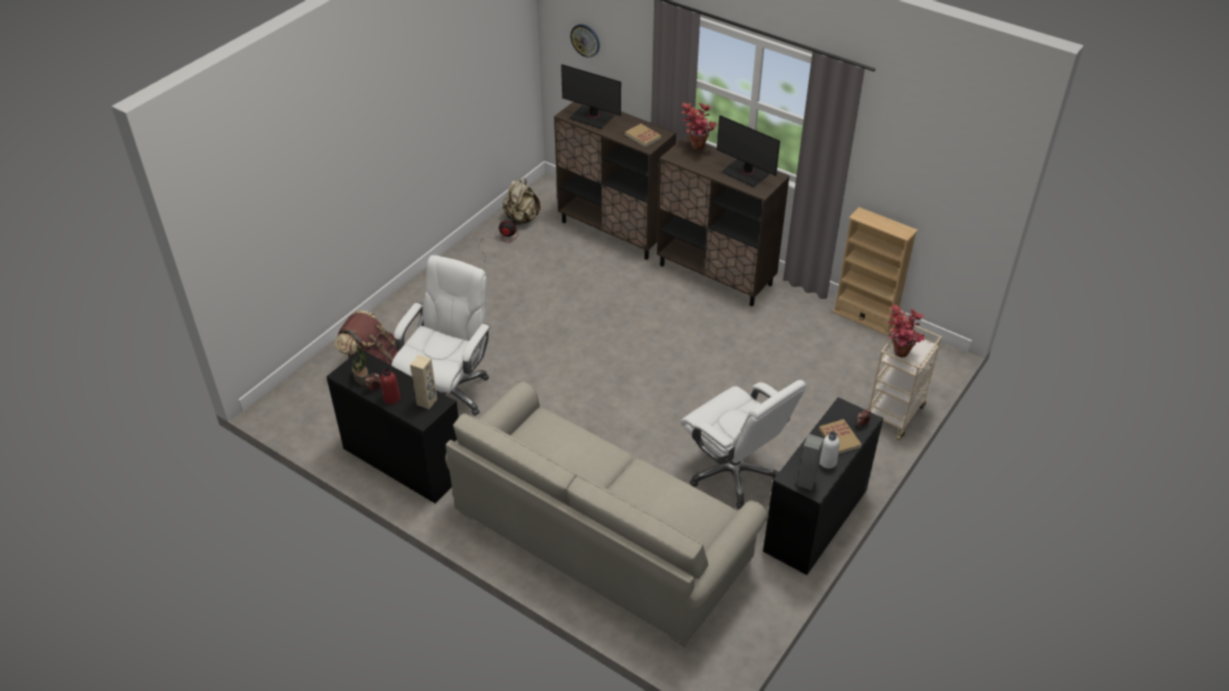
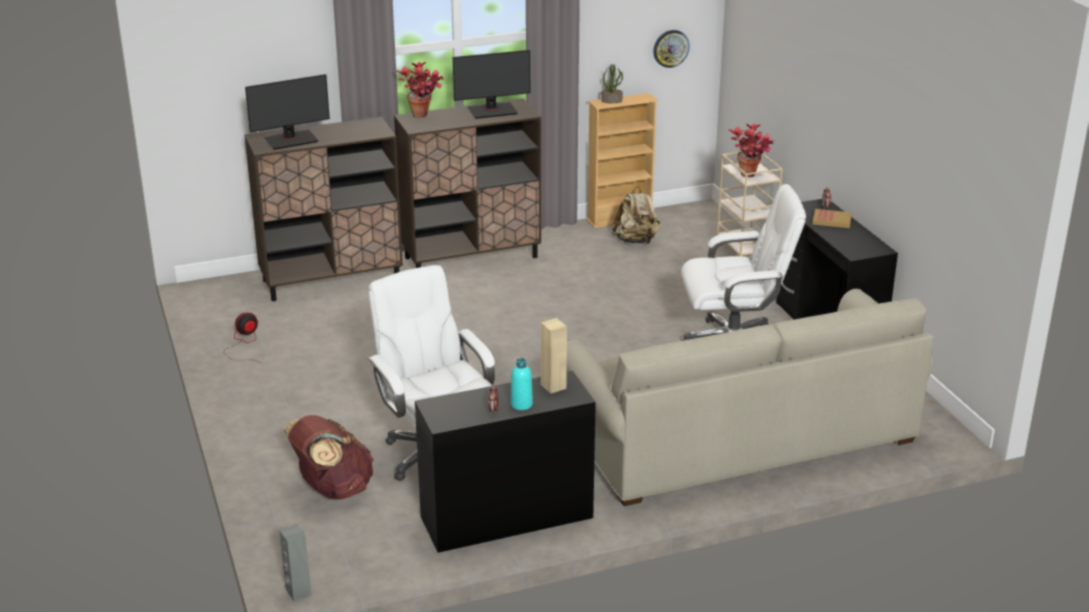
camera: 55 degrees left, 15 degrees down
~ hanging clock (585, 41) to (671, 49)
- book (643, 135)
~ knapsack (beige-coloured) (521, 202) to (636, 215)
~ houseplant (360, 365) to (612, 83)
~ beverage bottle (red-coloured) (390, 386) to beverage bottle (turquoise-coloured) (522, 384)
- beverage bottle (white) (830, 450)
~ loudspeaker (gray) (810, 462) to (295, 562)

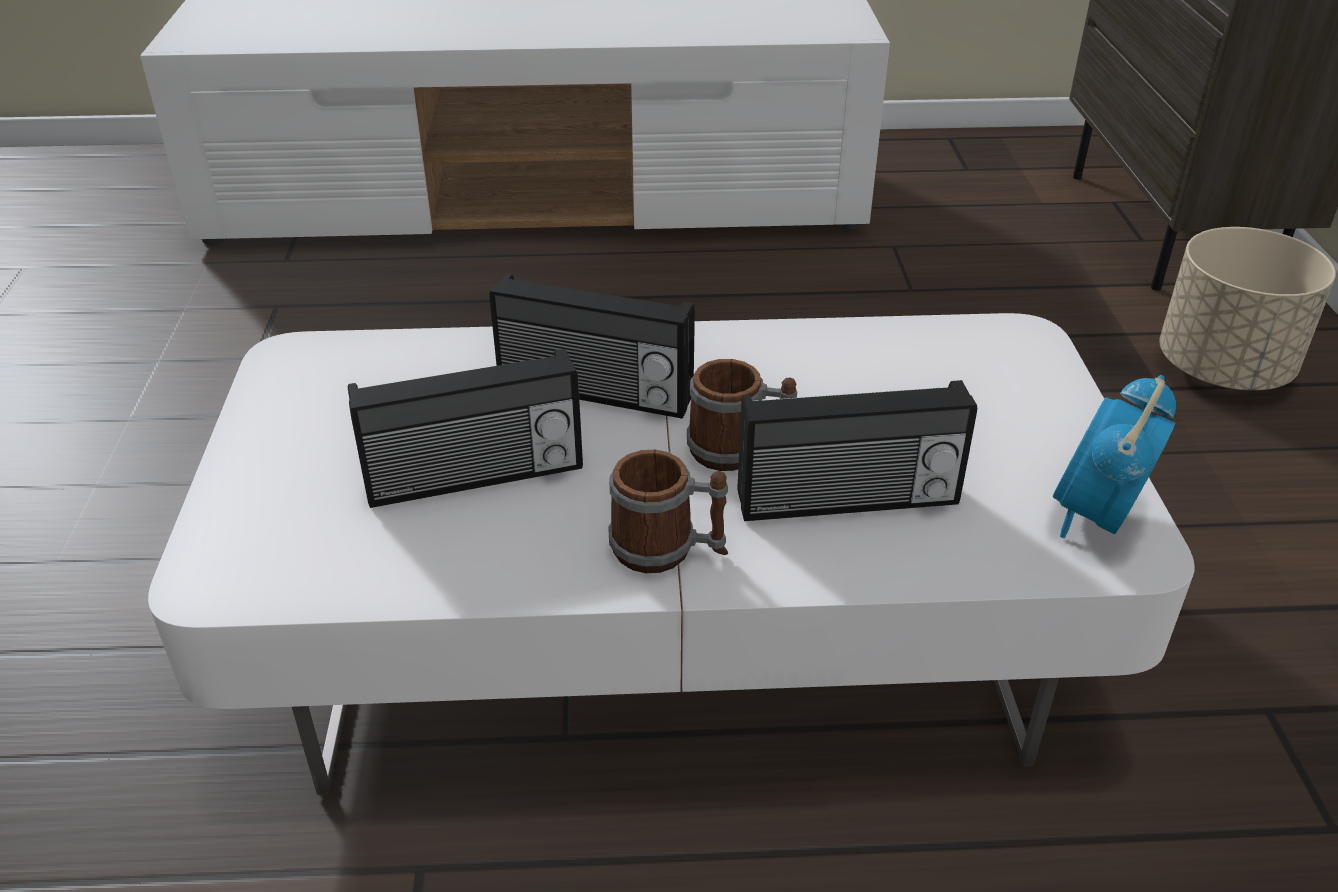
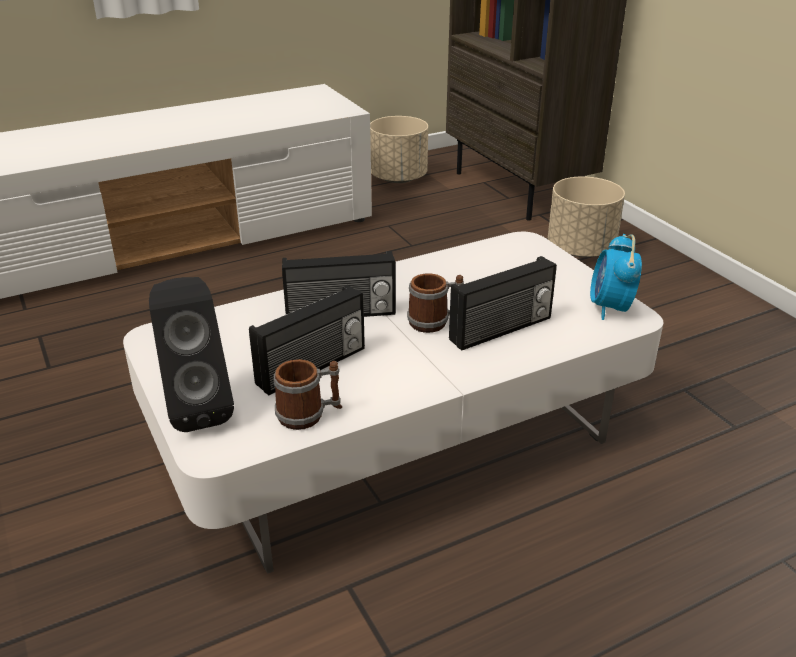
camera: 25 degrees left, 5 degrees down
~ coffee mug (668, 511) to (308, 394)
+ plant pot (beige-coloured) (399, 149)
+ loudspeaker (black) (191, 354)

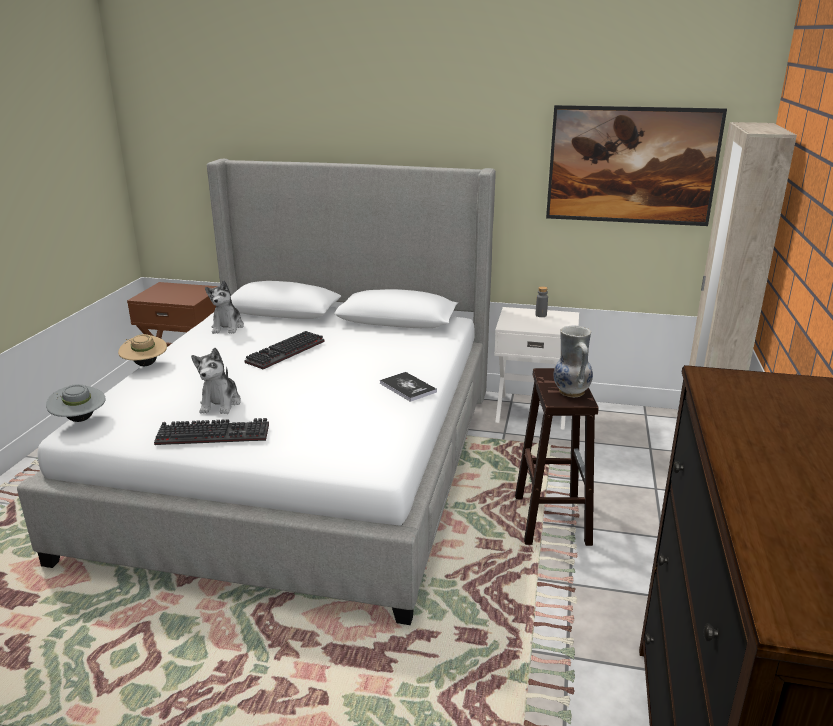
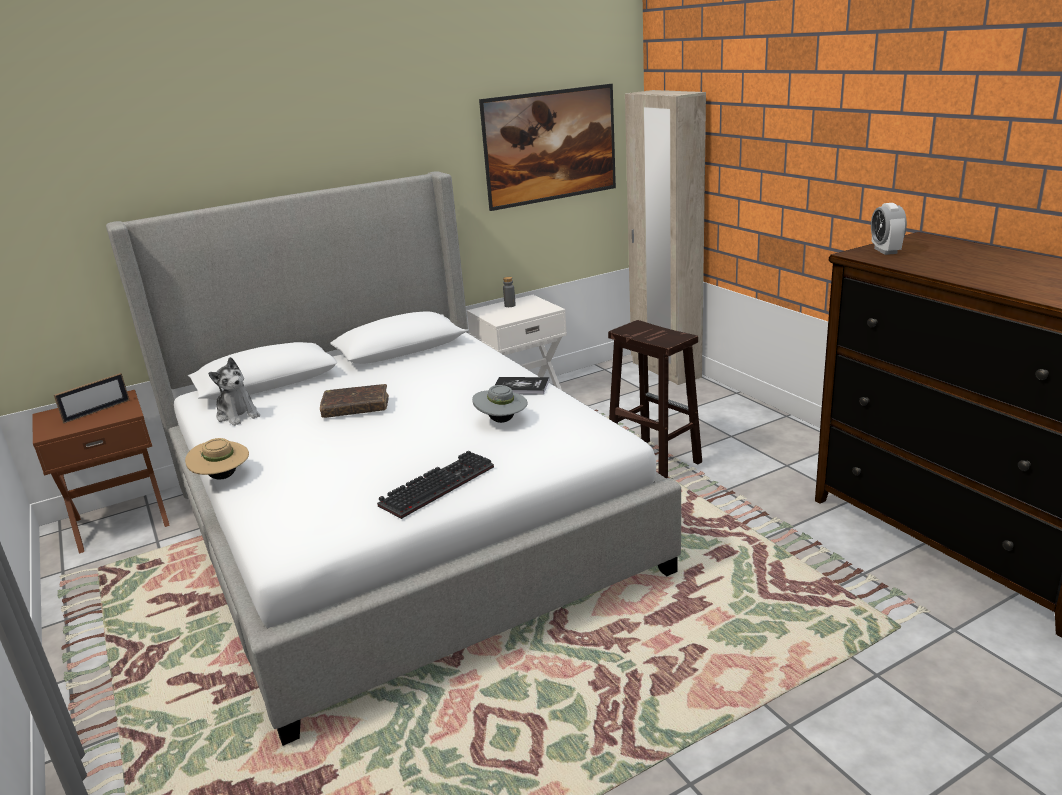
camera: 40 degrees left, 0 degrees up
- vase (573, 361)
~ keyboard (284, 350) to book (brownish) (354, 401)
- plush toy (216, 381)
~ hat (gray) (76, 403) to (500, 404)
+ bedside clock (889, 229)
+ picture frame (92, 398)

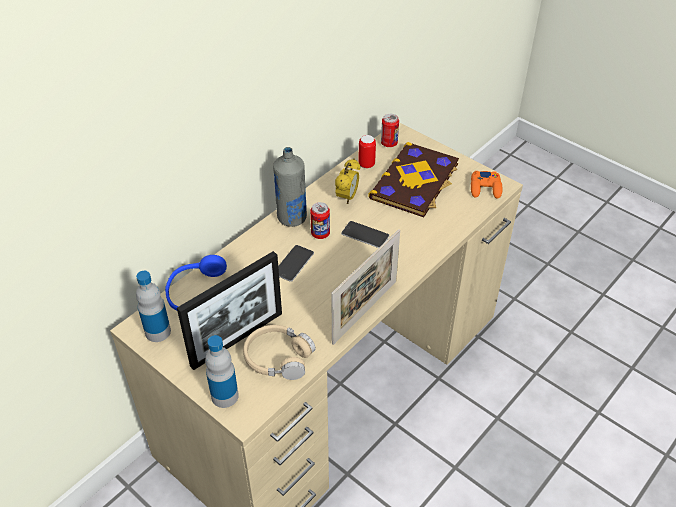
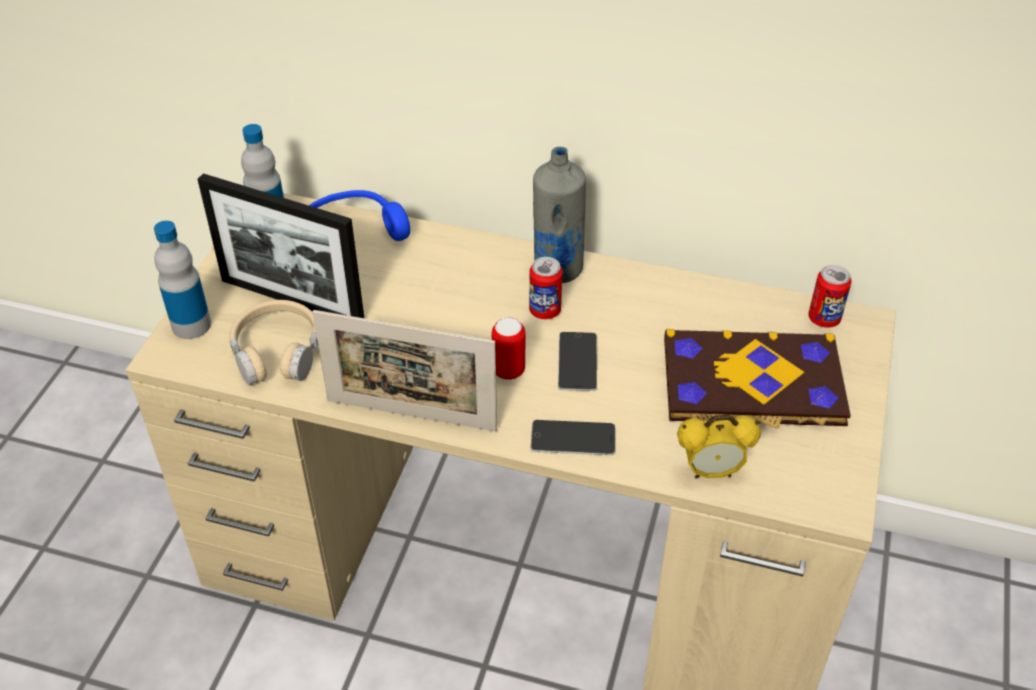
camera: 65 degrees right, 0 degrees up
~ can (367, 151) to (508, 348)
~ bedside clock (347, 181) to (719, 446)
- gamepad (orange) (486, 185)
~ phone (296, 263) to (573, 437)

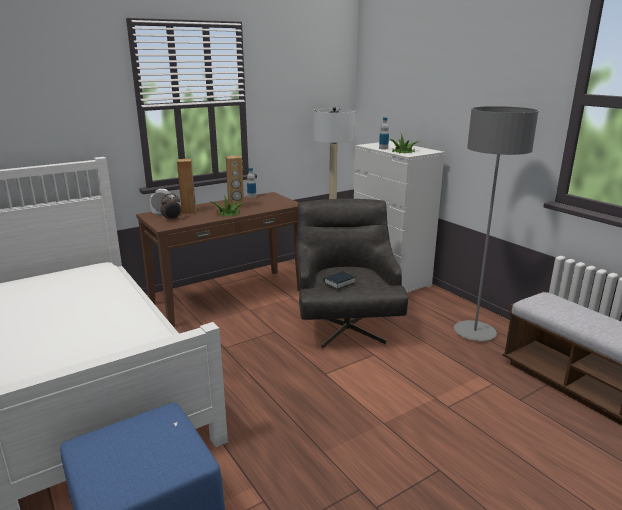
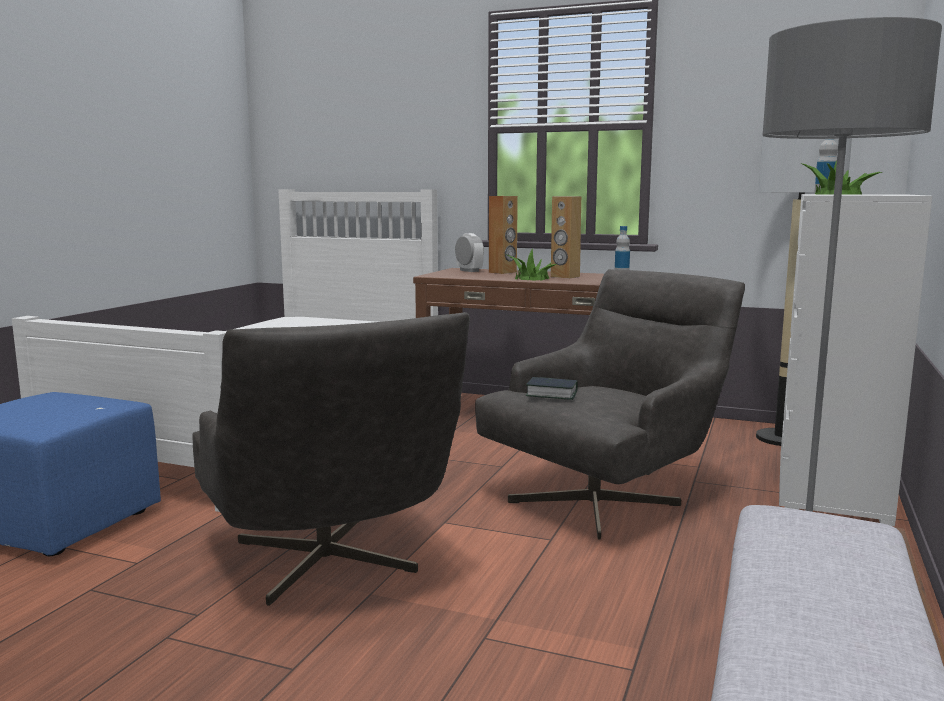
camera: 55 degrees right, 10 degrees down
- bedside clock (170, 207)
+ easy chair (gray) (331, 459)

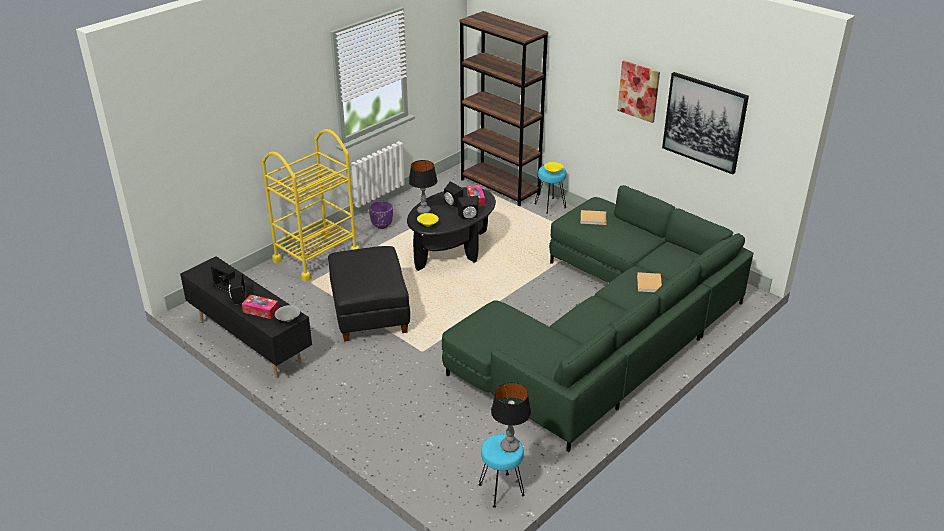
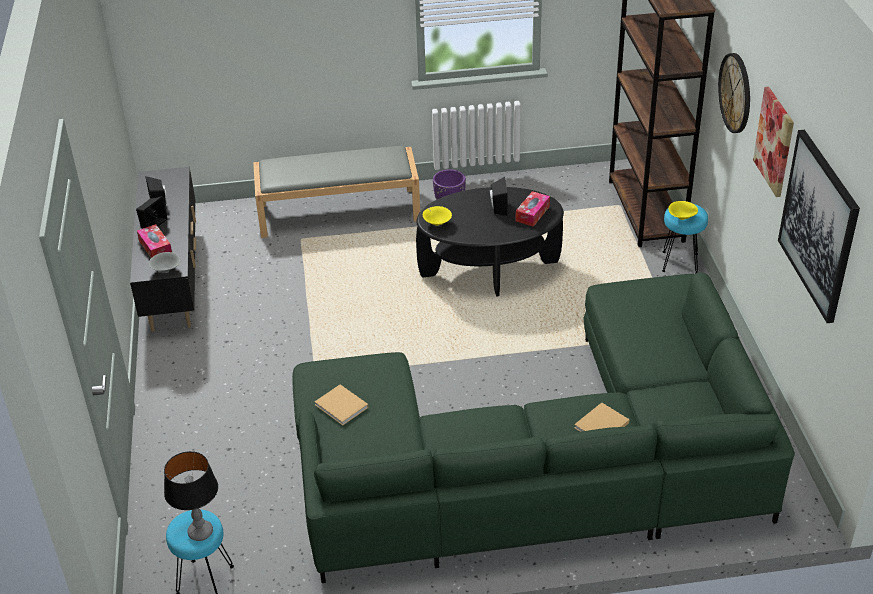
camera: 40 degrees right, 5 degrees up
~ cart (yellow) (310, 205) to indoor bench (gray) (336, 192)
- tabletop lamp (423, 187)
- loudspeaker (black) (468, 208)
~ book (beige-coloured) (593, 217) to (341, 405)
- footrest (black) (369, 294)
+ hanging clock (734, 93)

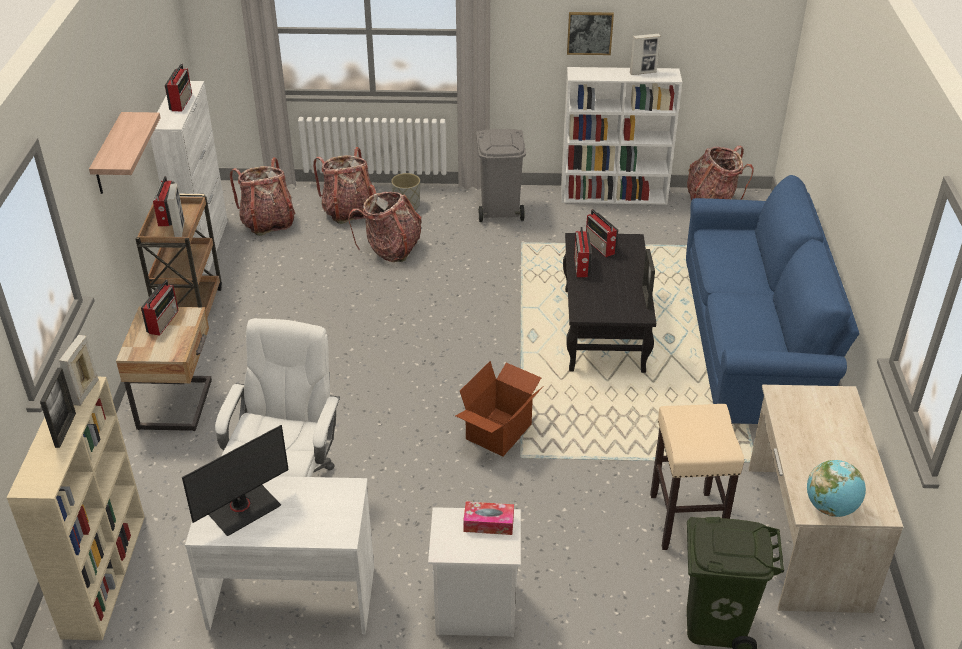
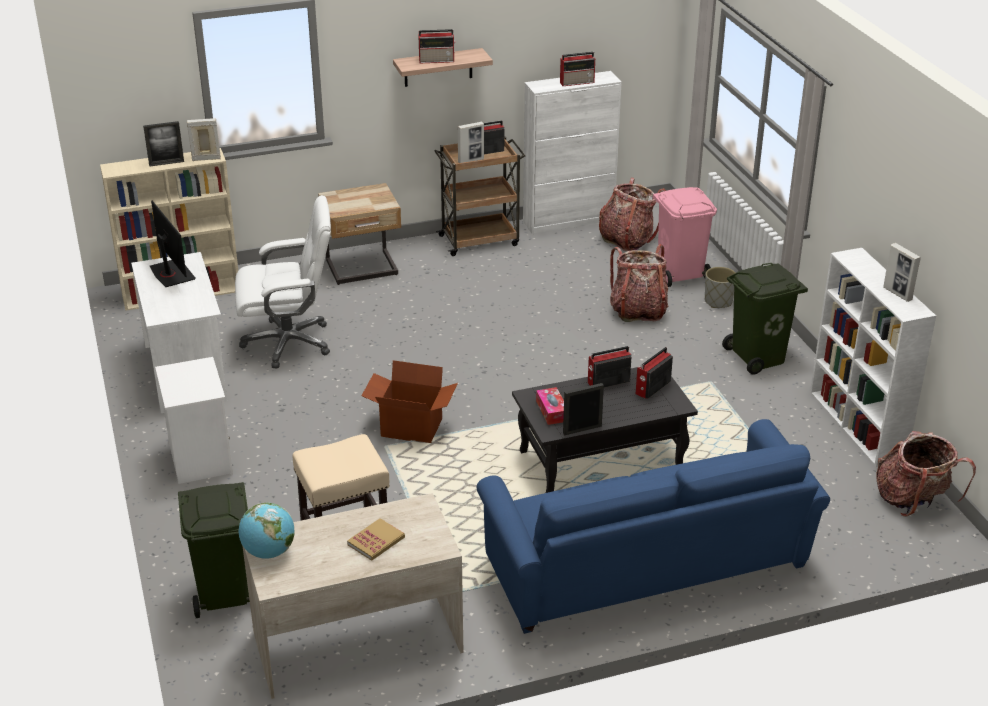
camera: 70 degrees right, 5 degrees down
- wall art (590, 33)
~ trash can (gray) (501, 175) to trash can (green-coloured) (765, 319)
~ knapsack (343, 185) to trash can (pink-coloured) (685, 237)
~ radio receiver (160, 308) to (437, 46)
~ computer screen (235, 480) = (173, 244) 150 degrees counterclockwise
~ tissue holder (488, 518) to (550, 406)
+ book (376, 539)

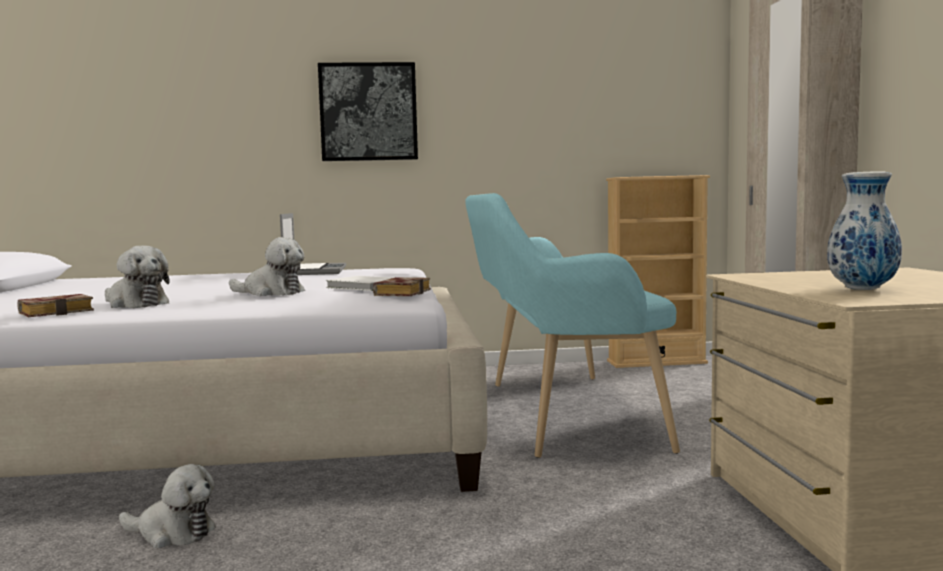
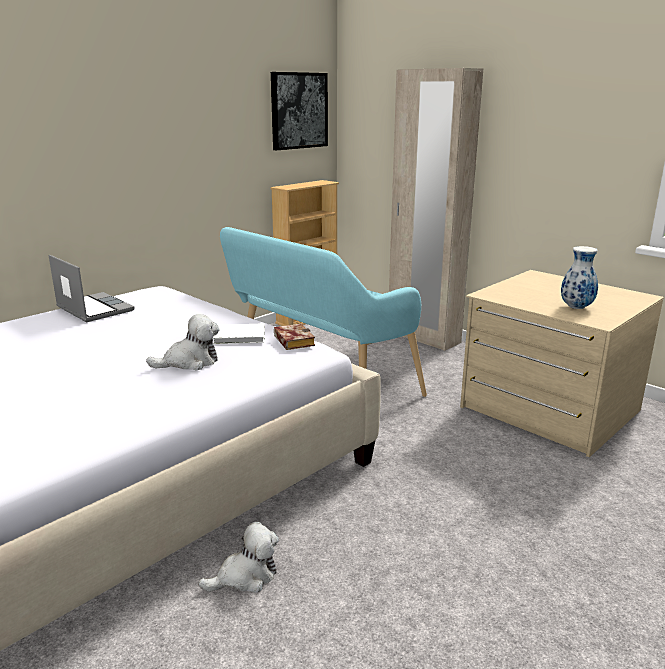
camera: 40 degrees left, 15 degrees up
~ wall art (368, 111) to (299, 111)
- plush toy (137, 277)
- book (55, 305)

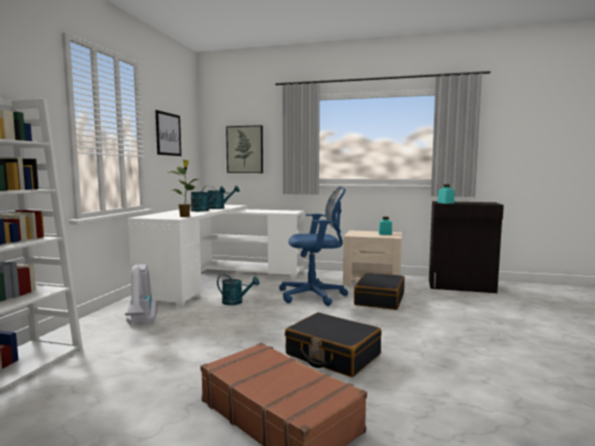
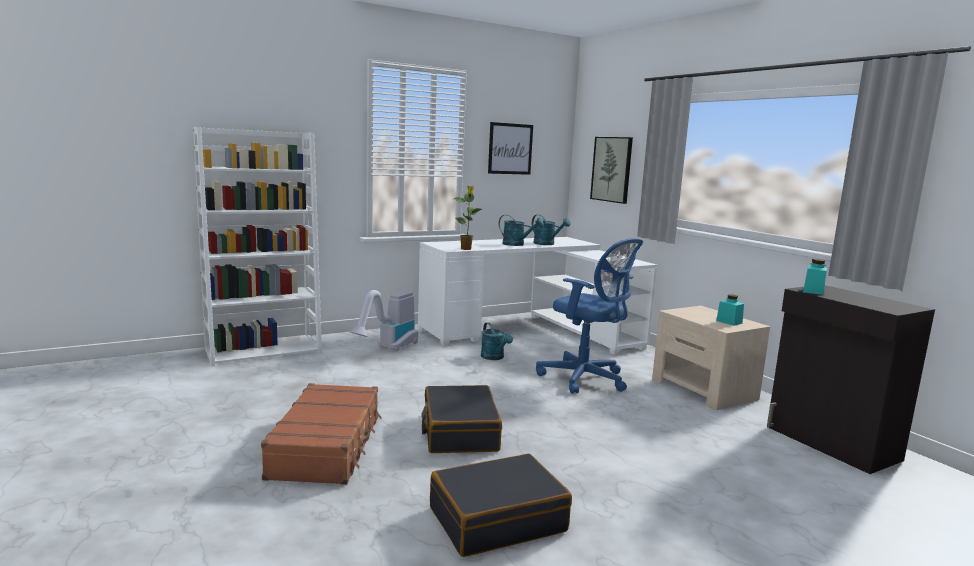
camera: 45 degrees right, 5 degrees up
~ piece of luggage (black) (379, 291) to (501, 505)

